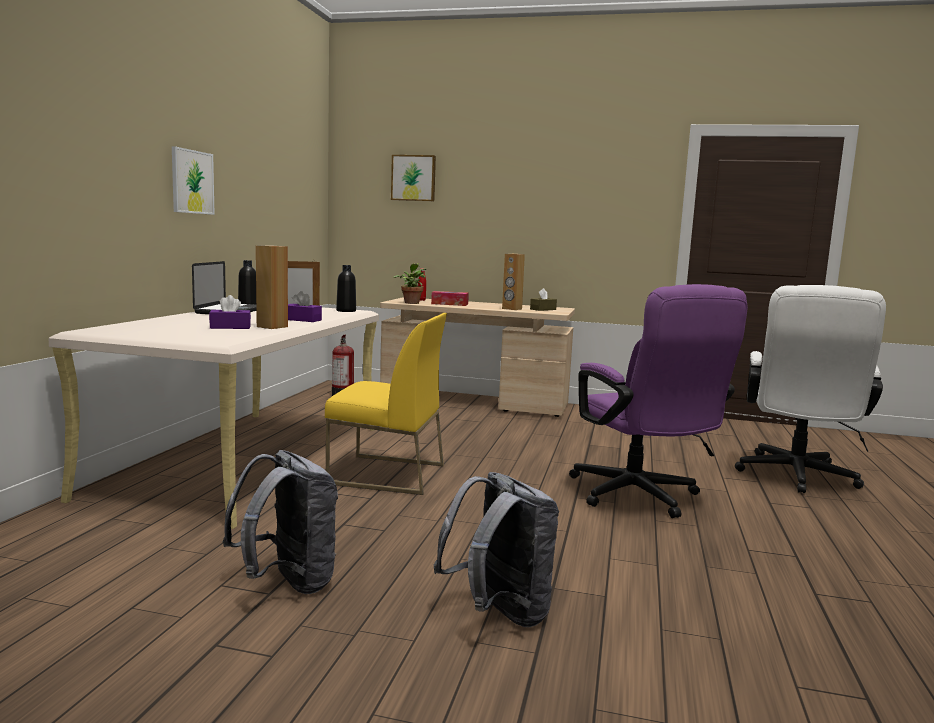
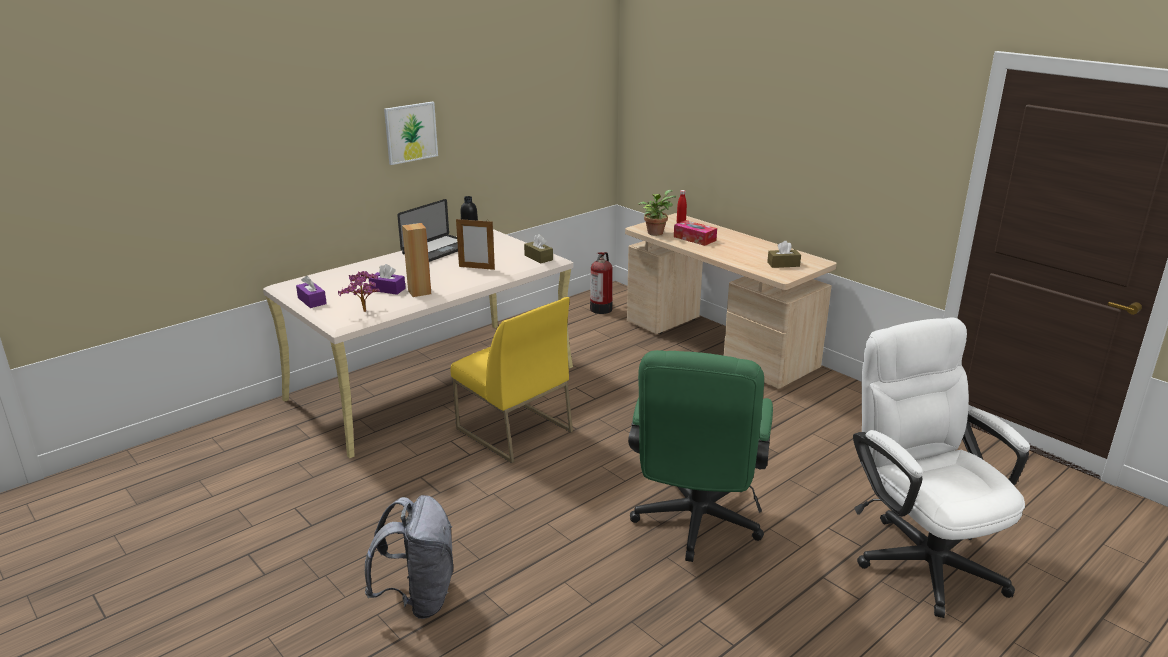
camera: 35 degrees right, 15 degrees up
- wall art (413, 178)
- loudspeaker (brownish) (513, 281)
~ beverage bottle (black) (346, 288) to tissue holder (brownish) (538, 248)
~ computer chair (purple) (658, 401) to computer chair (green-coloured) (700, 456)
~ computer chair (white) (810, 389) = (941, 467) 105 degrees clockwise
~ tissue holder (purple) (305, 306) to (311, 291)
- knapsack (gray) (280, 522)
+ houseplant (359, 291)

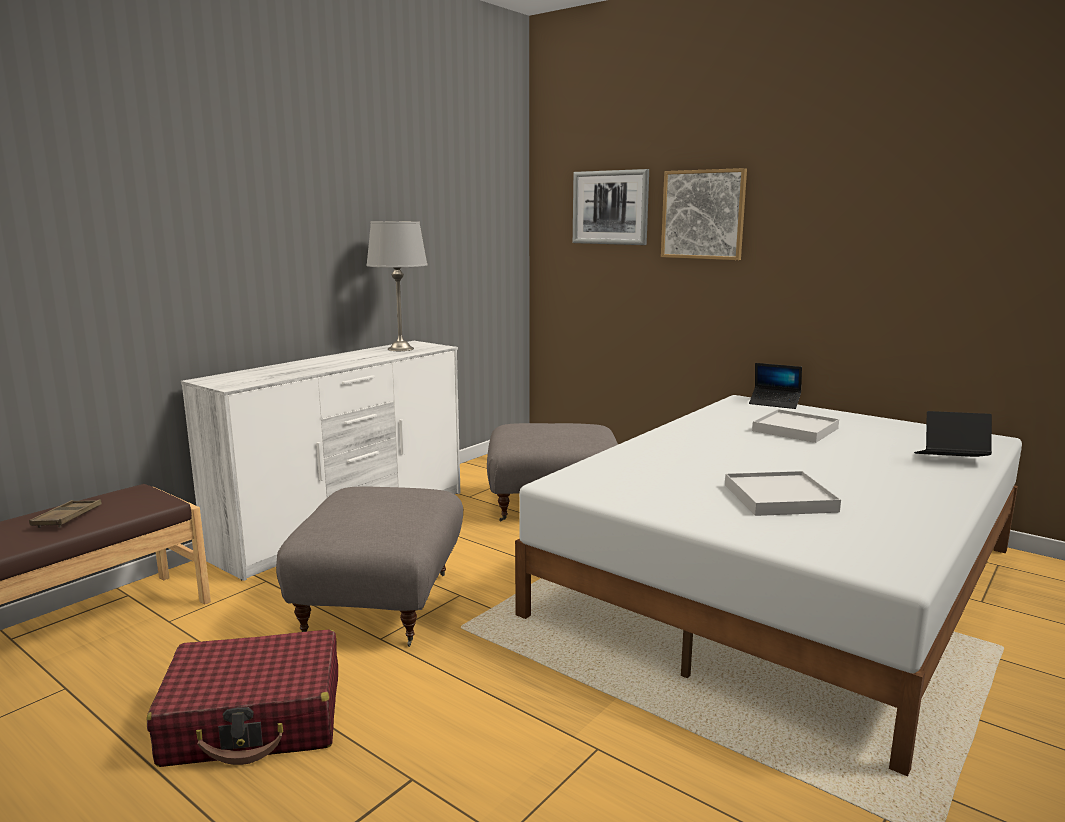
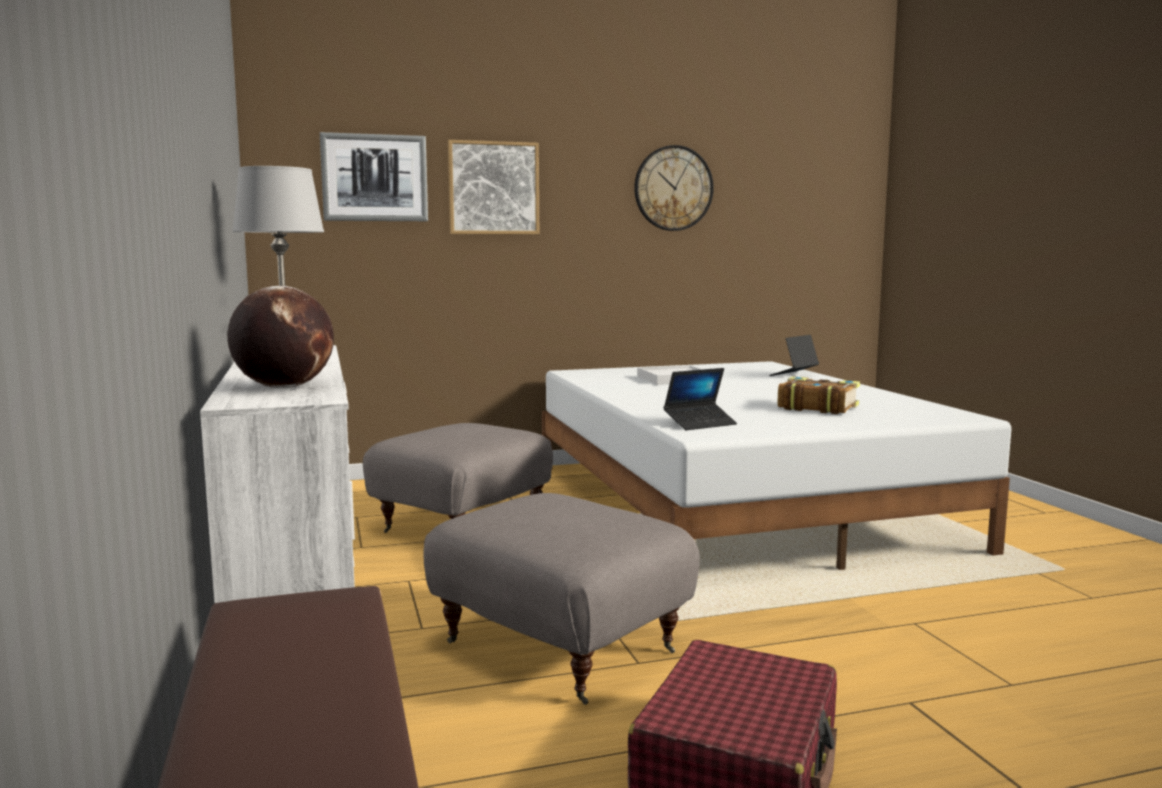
camera: 55 degrees left, 5 degrees down
~ laptop (775, 386) to (700, 399)
~ serving tray (white) (783, 493) to book (819, 395)
- serving tray (brownish) (65, 513)
+ hanging clock (674, 188)
+ globe (280, 337)

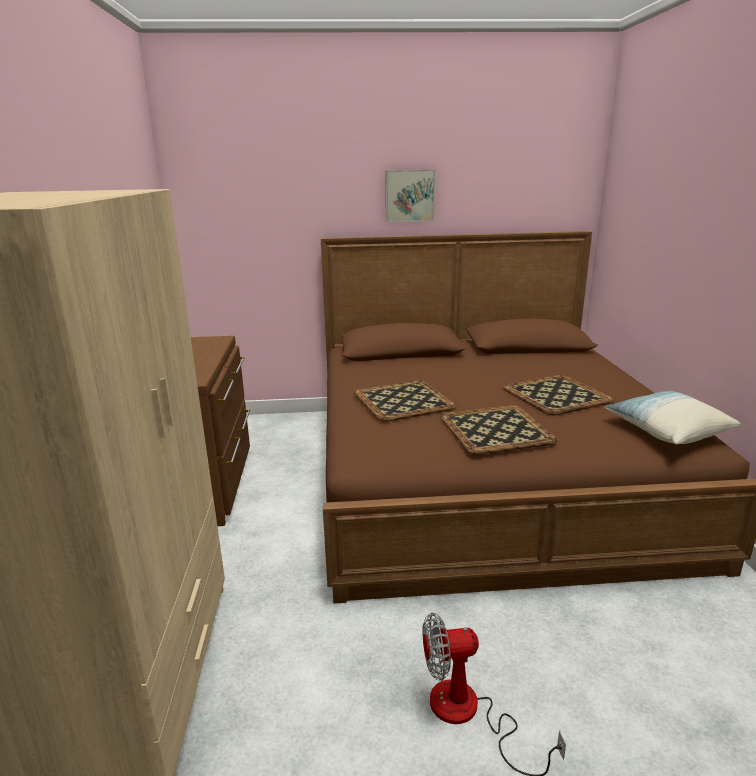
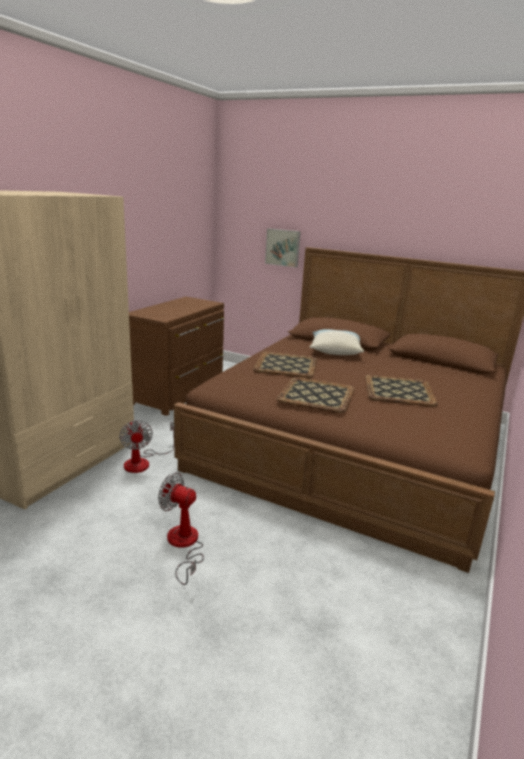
camera: 30 degrees right, 0 degrees up
~ wall art (410, 196) to (283, 248)
~ cushion (672, 418) to (337, 342)
+ fan (146, 446)

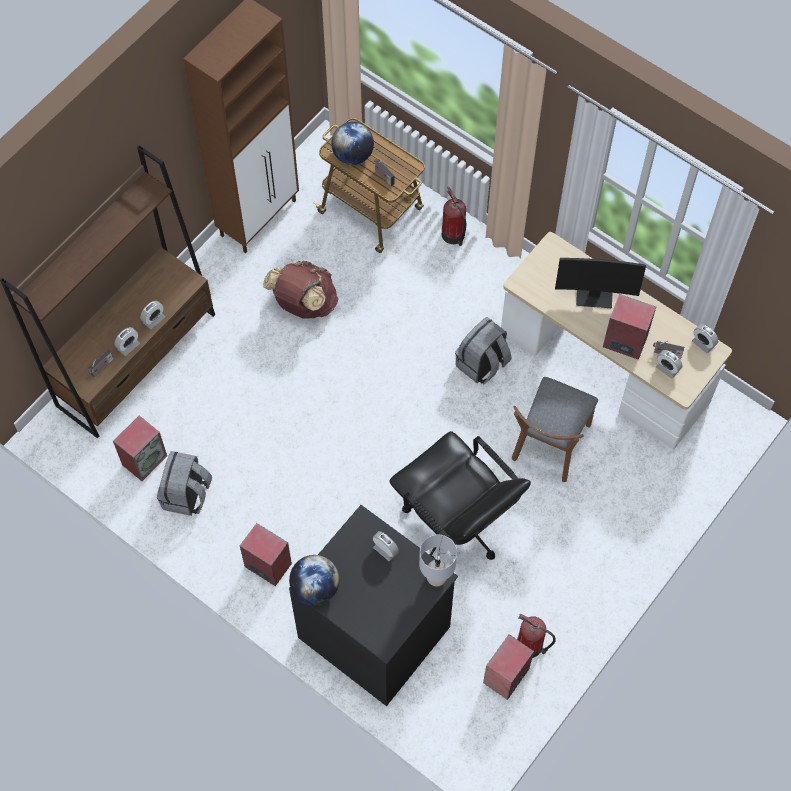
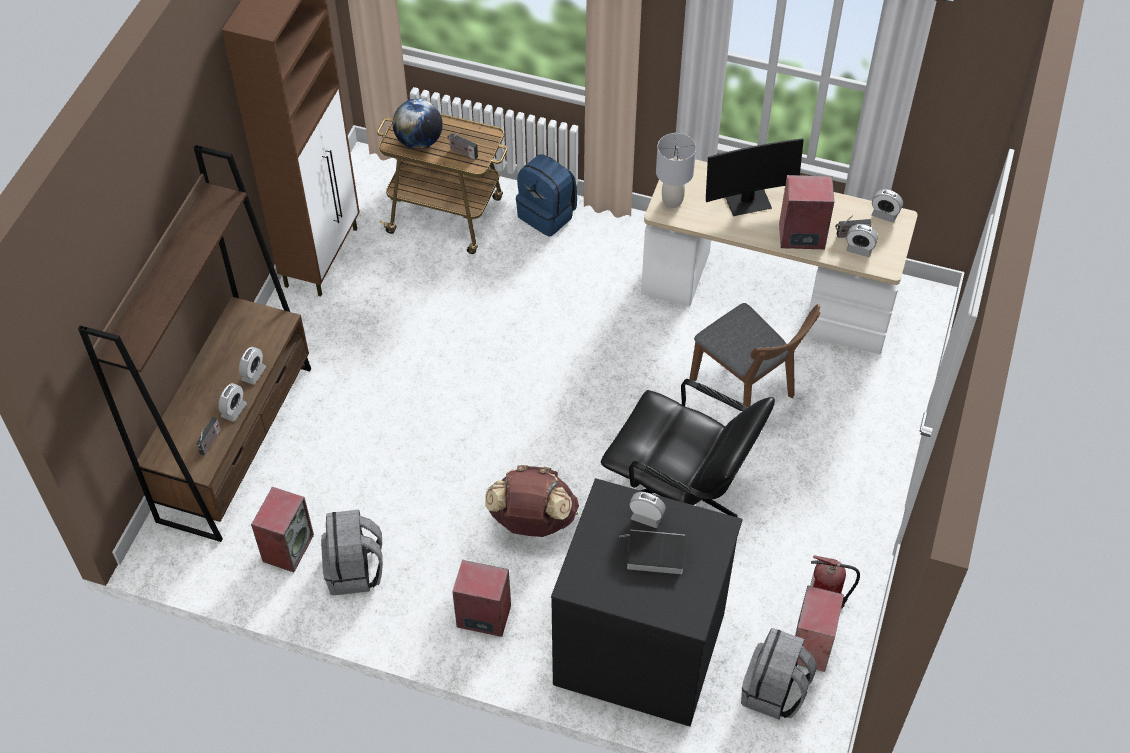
camera: 20 degrees left, 10 degrees down
~ fire extinguisher (454, 216) to knapsack (blue) (546, 195)
~ knapsack (brownish) (300, 290) to (532, 501)
~ knapsack (gray) (483, 350) to (779, 673)
~ plain chair (brownish) (554, 429) = (755, 355) 45 degrees counterclockwise
~ tabletop lamp (gray) (438, 560) to (676, 170)
- globe (314, 580)
+ book (653, 552)

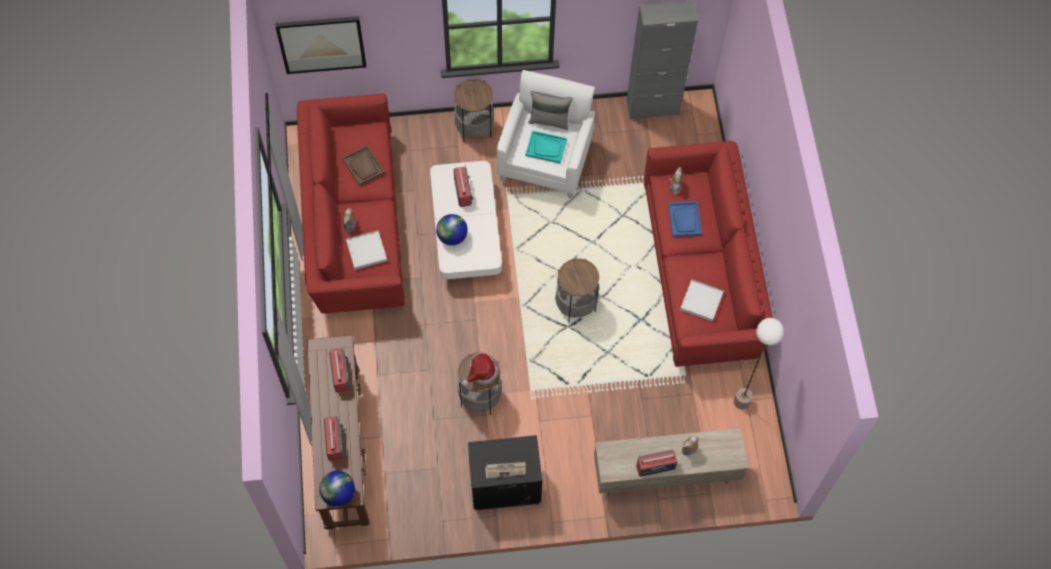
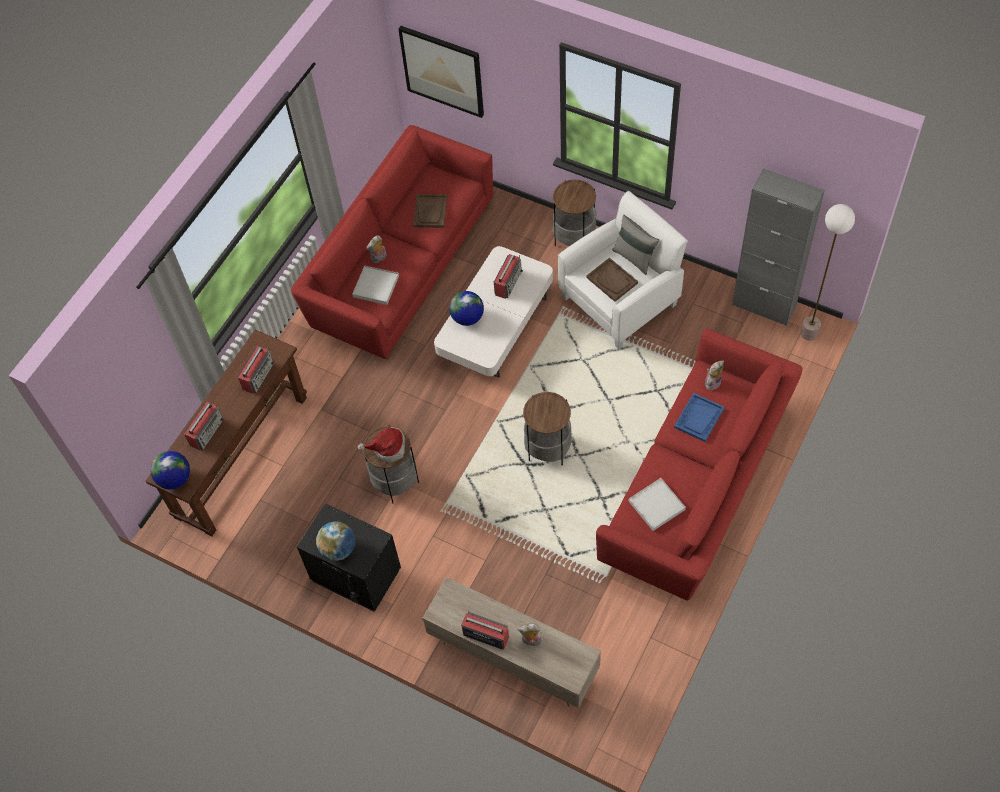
camera: 40 degrees right, 5 degrees down
~ serving tray (turquoise-coloured) (546, 147) to serving tray (brownish) (612, 279)
~ standard lamp (759, 363) to (828, 272)
~ daily paper (505, 470) to globe (335, 541)

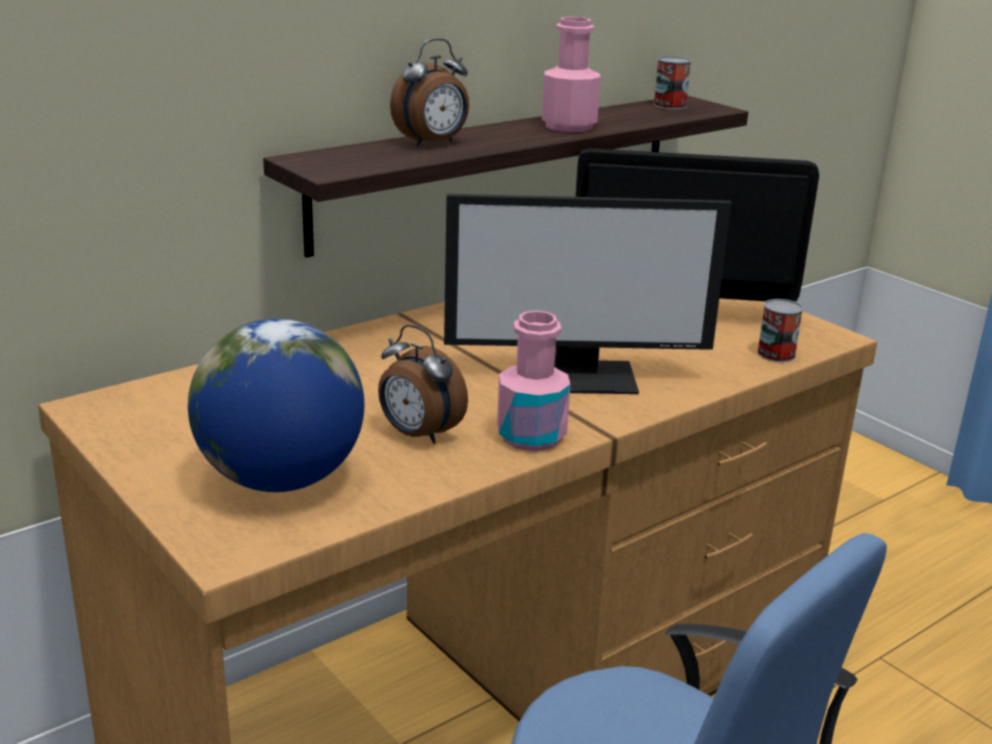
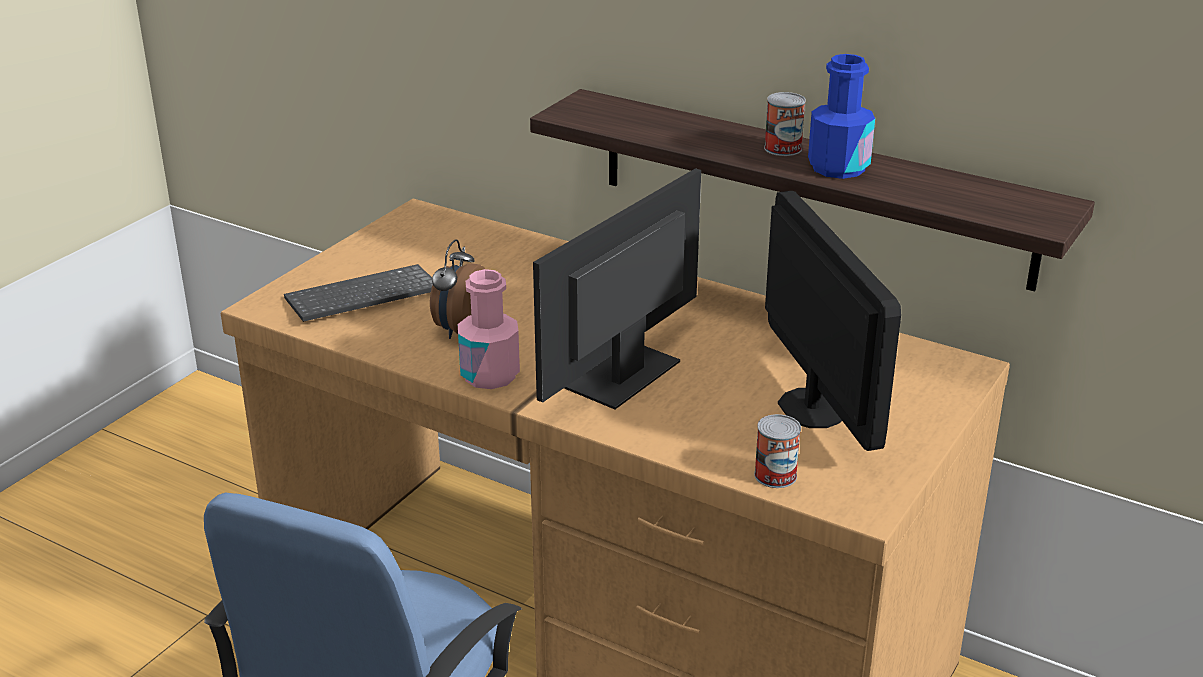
camera: 70 degrees right, 5 degrees up
~ beverage bottle (pink-coloured) (571, 74) to beverage bottle (blue) (841, 116)
- bedside clock (429, 92)
~ can (672, 82) to (785, 124)
~ computer screen (587, 294) = (617, 288) 60 degrees clockwise
~ globe (276, 405) to keyboard (358, 293)

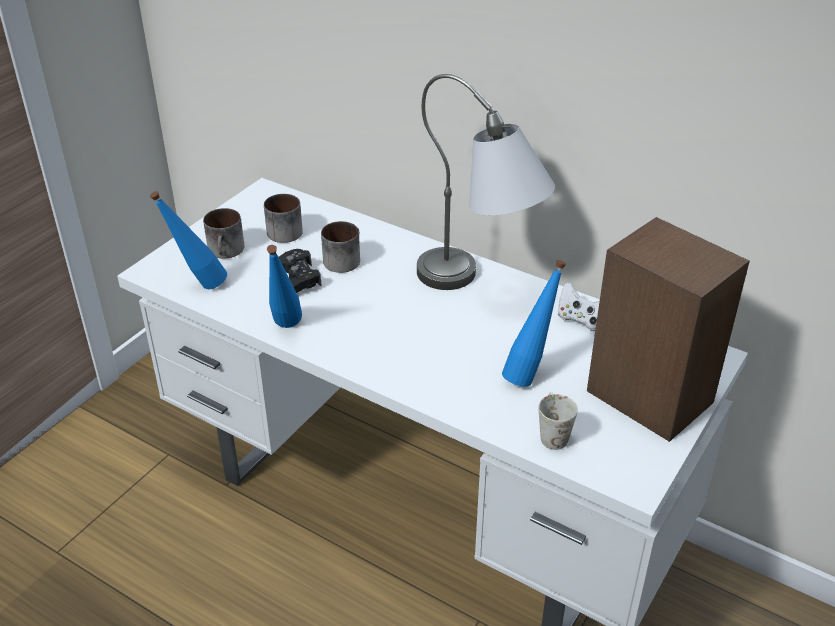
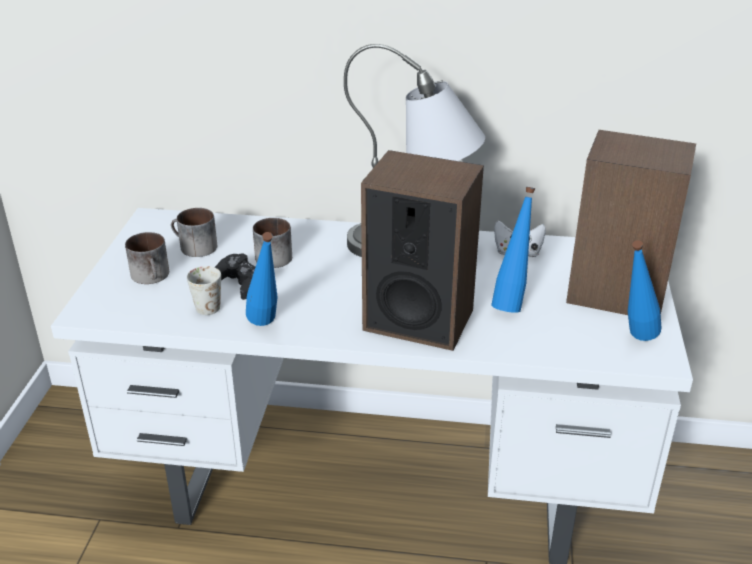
camera: 25 degrees left, 5 degrees down
~ beverage bottle (blue) (188, 240) to (644, 290)
~ coffee mug (white) (558, 421) to (204, 290)
+ loudspeaker (422, 250)

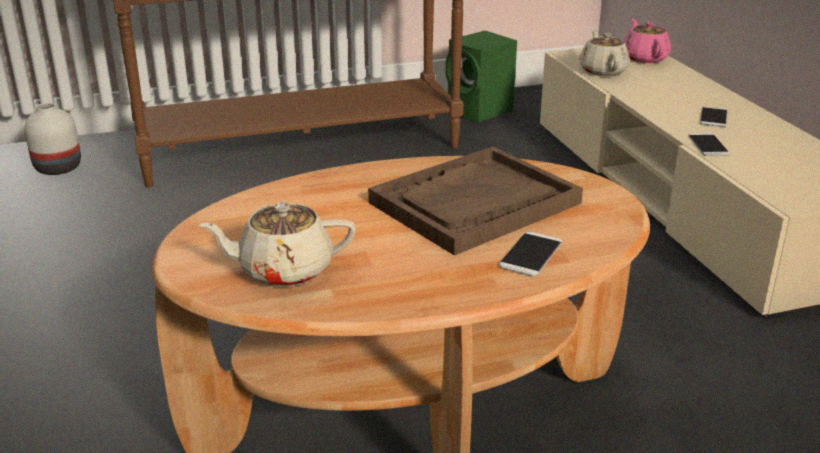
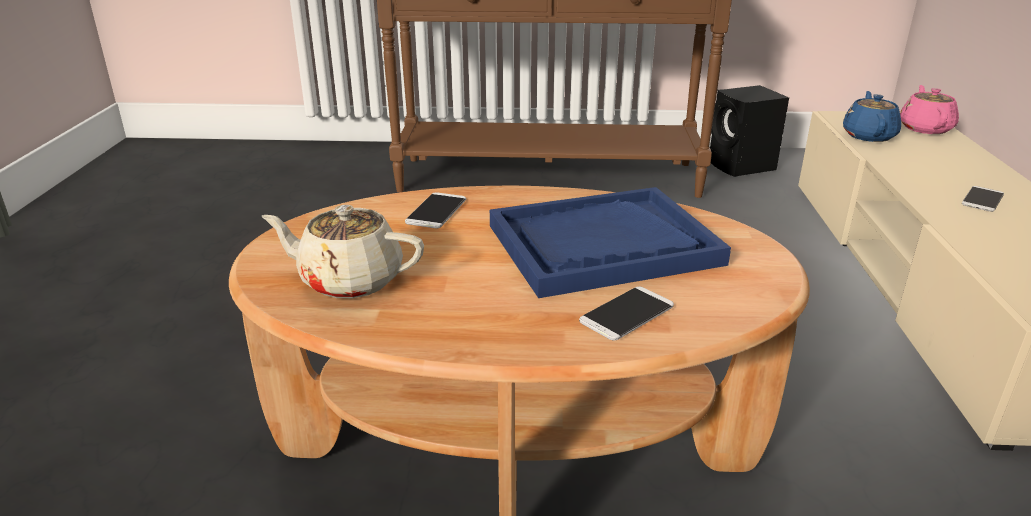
camera: 20 degrees right, 0 degrees up
~ pot for tea (beige-coloured) (604, 53) to pot for tea (blue) (872, 116)
~ loudspeaker (green-coloured) (481, 77) to loudspeaker (black) (749, 131)
- vase (white) (52, 139)
~ phone (709, 144) to (435, 210)
~ serving tray (brownish) (475, 201) to serving tray (blue) (610, 242)

